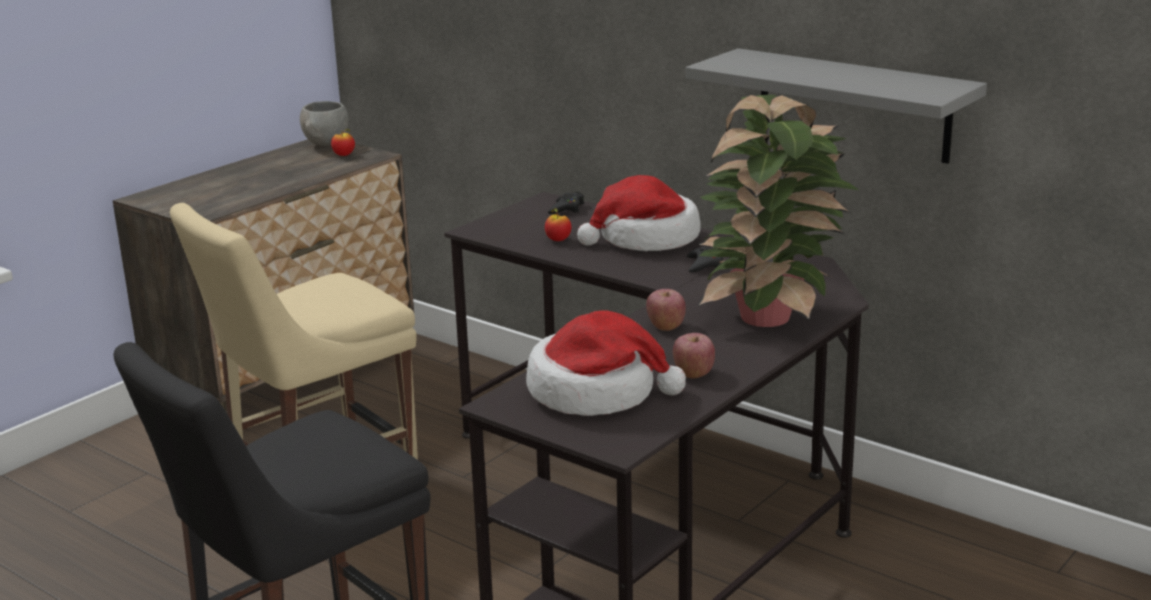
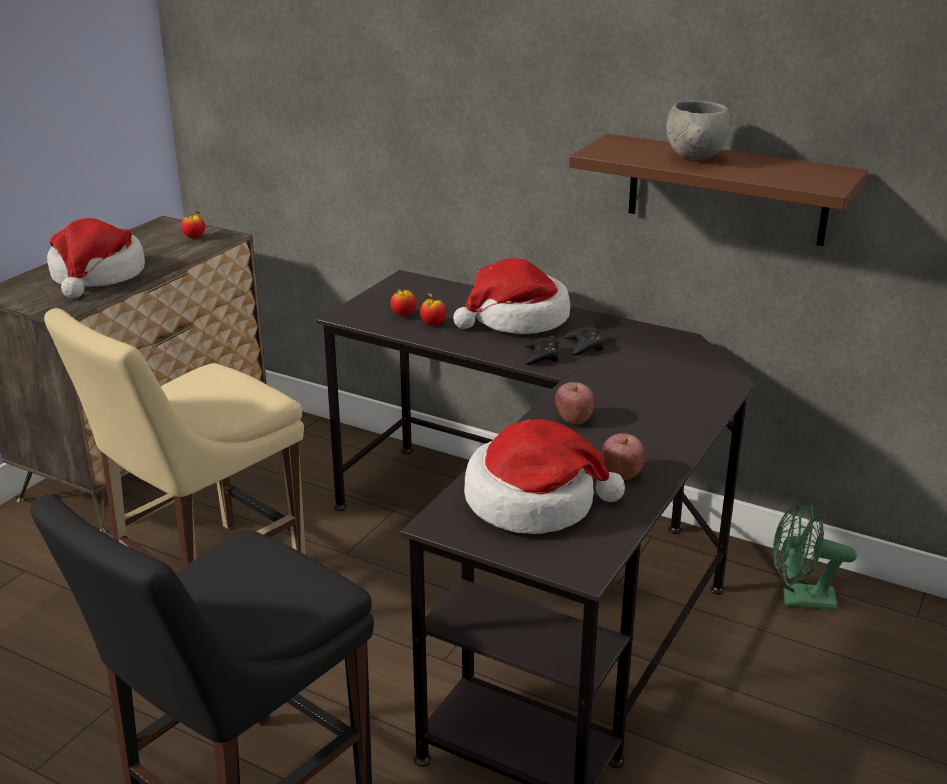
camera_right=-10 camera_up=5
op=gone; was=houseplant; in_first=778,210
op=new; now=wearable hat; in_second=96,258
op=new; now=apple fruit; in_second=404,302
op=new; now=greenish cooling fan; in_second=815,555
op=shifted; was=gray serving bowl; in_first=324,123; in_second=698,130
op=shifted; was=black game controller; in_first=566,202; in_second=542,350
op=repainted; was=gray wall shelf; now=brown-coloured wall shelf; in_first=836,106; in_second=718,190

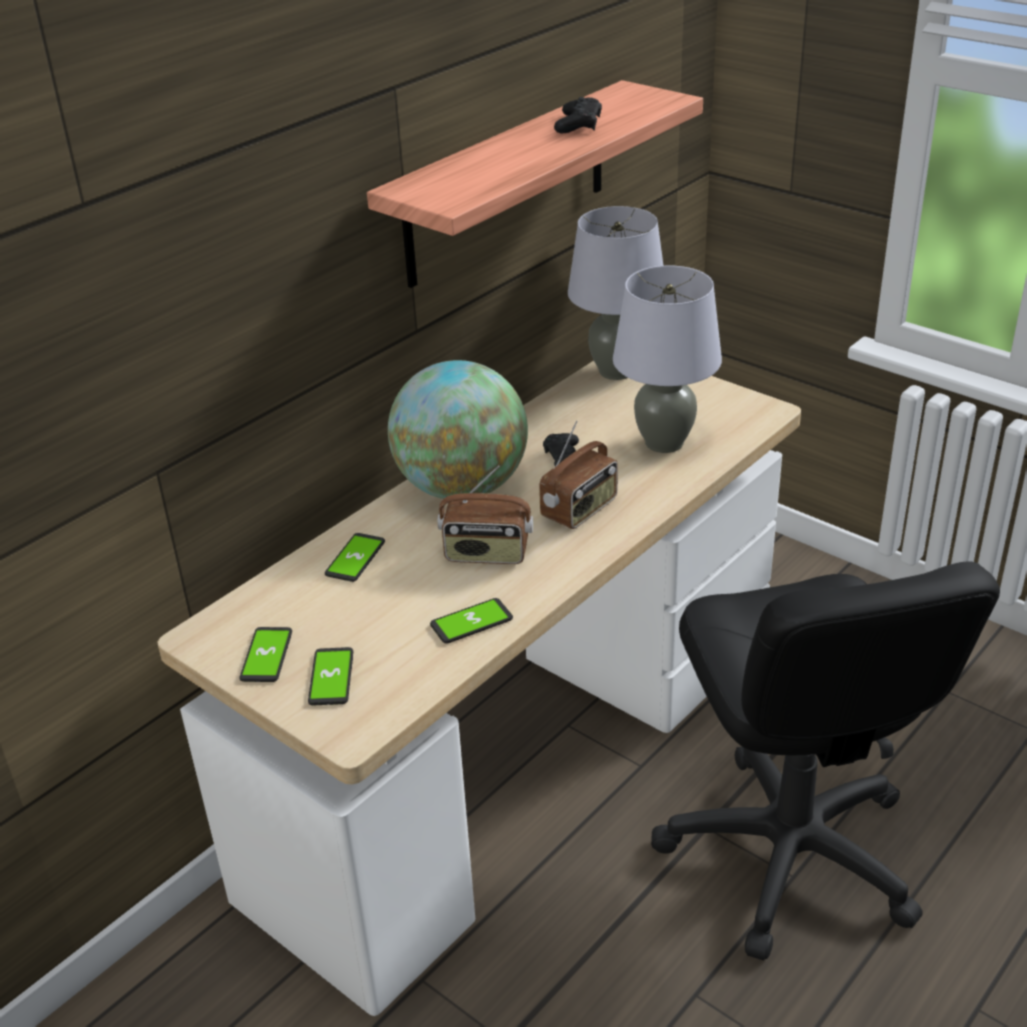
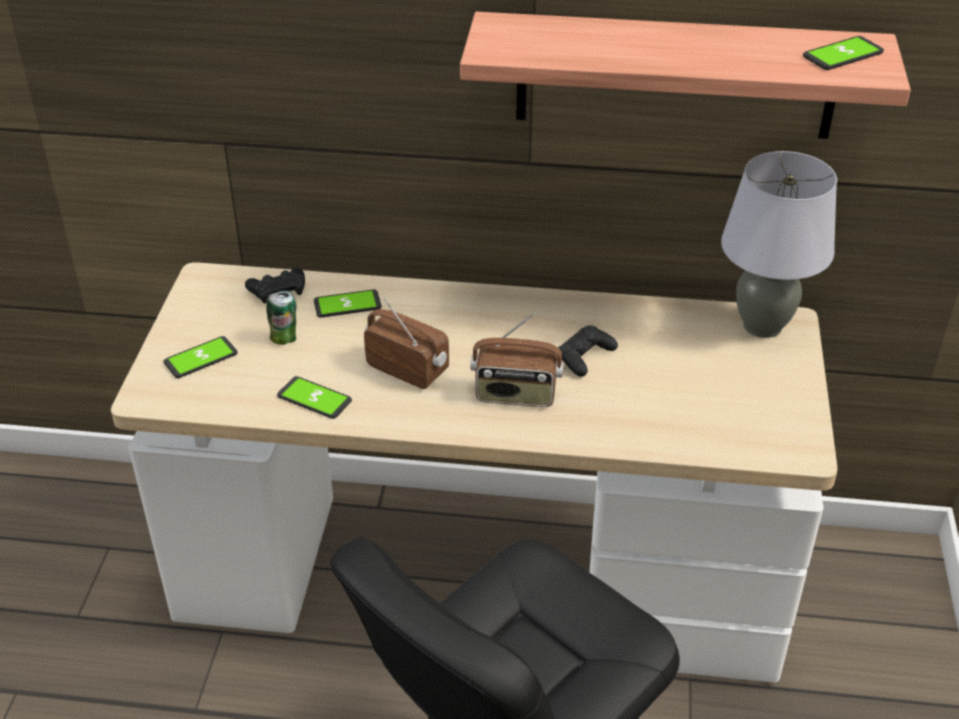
camera_right=55 camera_up=5
op=gone; was=desk globe; in_first=458,429
op=gone; was=gray table lamp; in_first=667,359
op=new; now=sealed can; in_second=281,317
op=shifted; was=phone; in_first=265,654; in_second=843,53
op=shifted; was=black game controller; in_first=578,115; in_second=275,286
op=rotated; was=radio set; in_first=485,514; in_second=406,344; clockwise=150

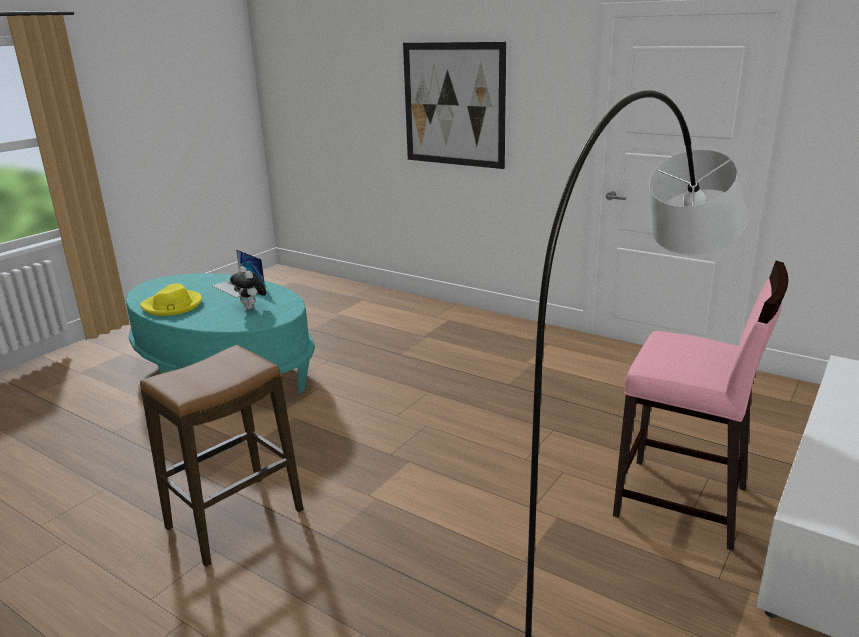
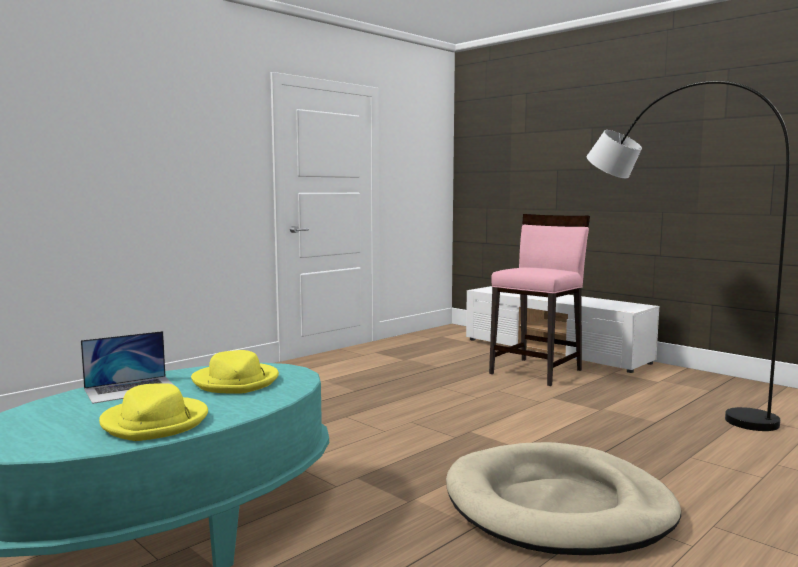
camera_right=-80 camera_up=-15
op=gone; was=wall art; in_first=454,105
op=swapped; was=stool seat; now=sand-coloured dog cushion; in_first=221,456; in_second=563,498
op=swapped; was=plush toy; now=yellow-coloured wearable hat; in_first=248,287; in_second=235,371

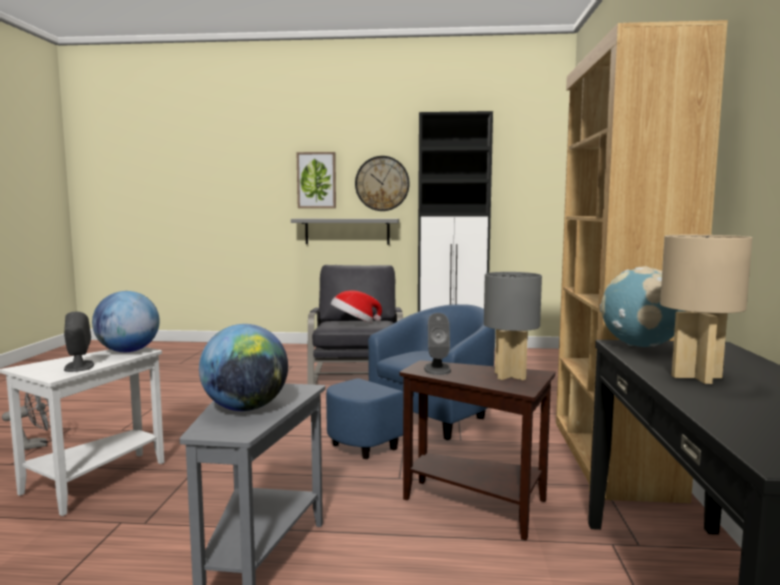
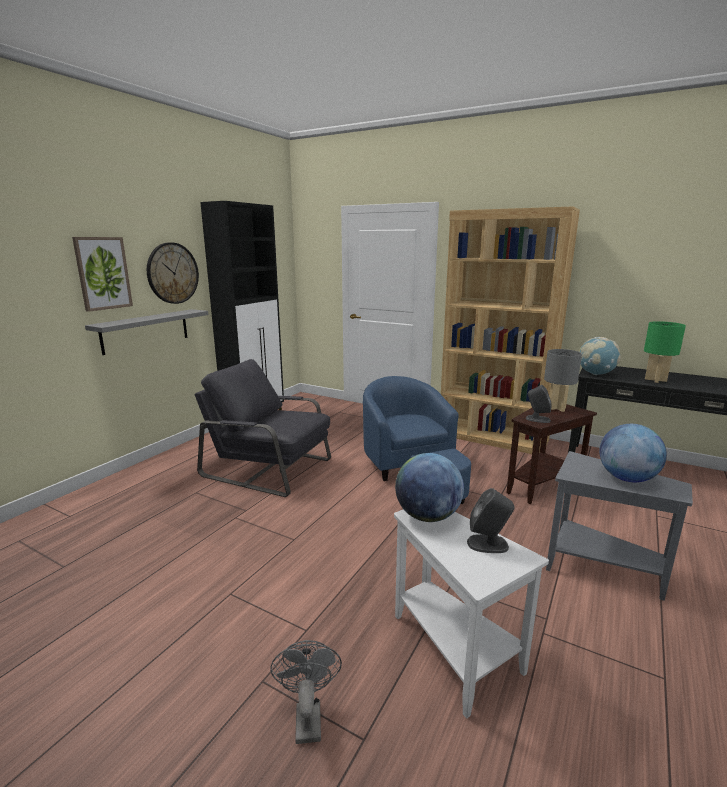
camera_right=-65 camera_up=10
op=gone; was=wearable hat; in_first=356,306
op=repainted; was=sand-coloured table lamp; now=greenish table lamp; in_first=706,309; in_second=665,352

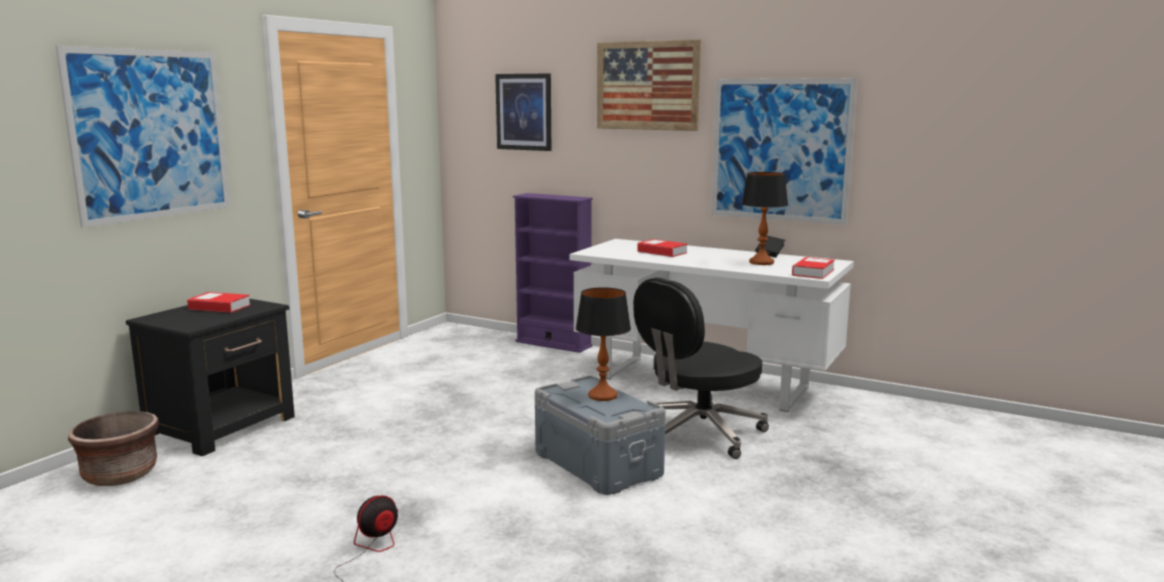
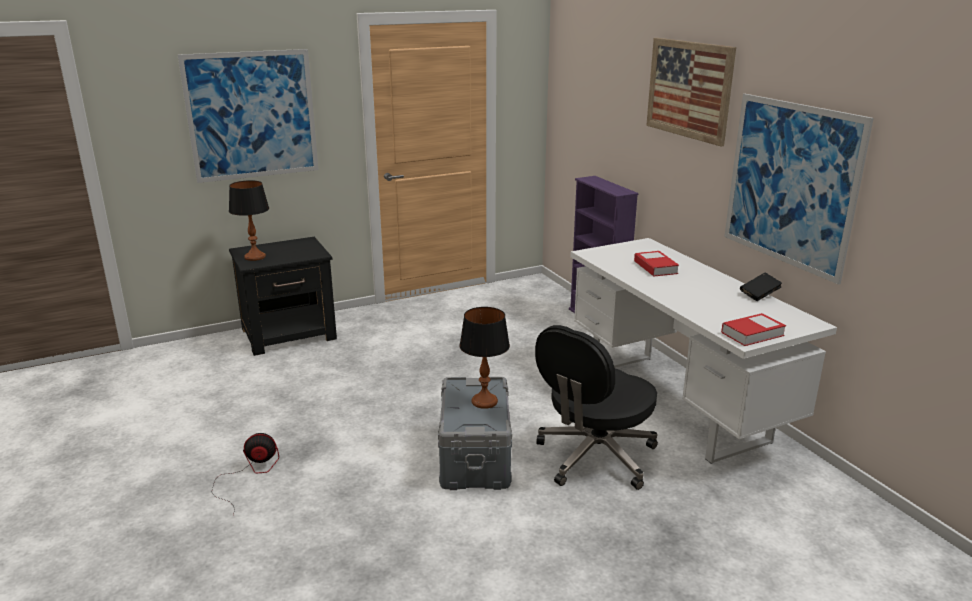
camera_right=35 camera_up=10
op=gone; was=brown-coloured plant pot; in_first=113,448
op=gone; was=volume; in_first=219,302
op=gone; was=wall art; in_first=523,112
op=shifted; was=table lamp; in_first=764,218; in_second=249,220
op=rotated; was=black computer chair; in_first=701,368; in_second=596,407; clockwise=-45

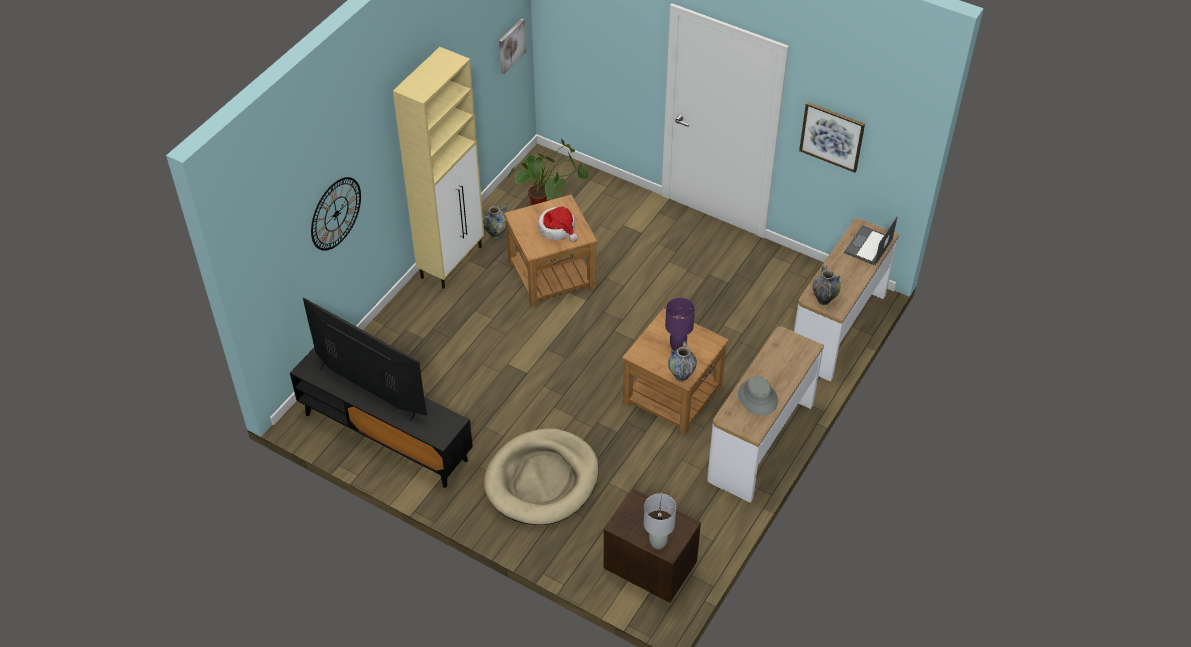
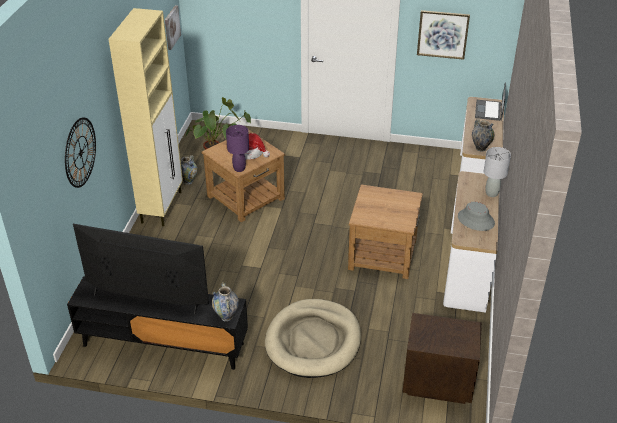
camera_right=-20 camera_up=-10
op=shifted; was=gray table lamp; in_first=660,521; in_second=497,172
op=shifted; was=purplish table lamp; in_first=680,324; in_second=237,148
op=shifted; was=flower vase; in_first=682,361; in_second=225,301

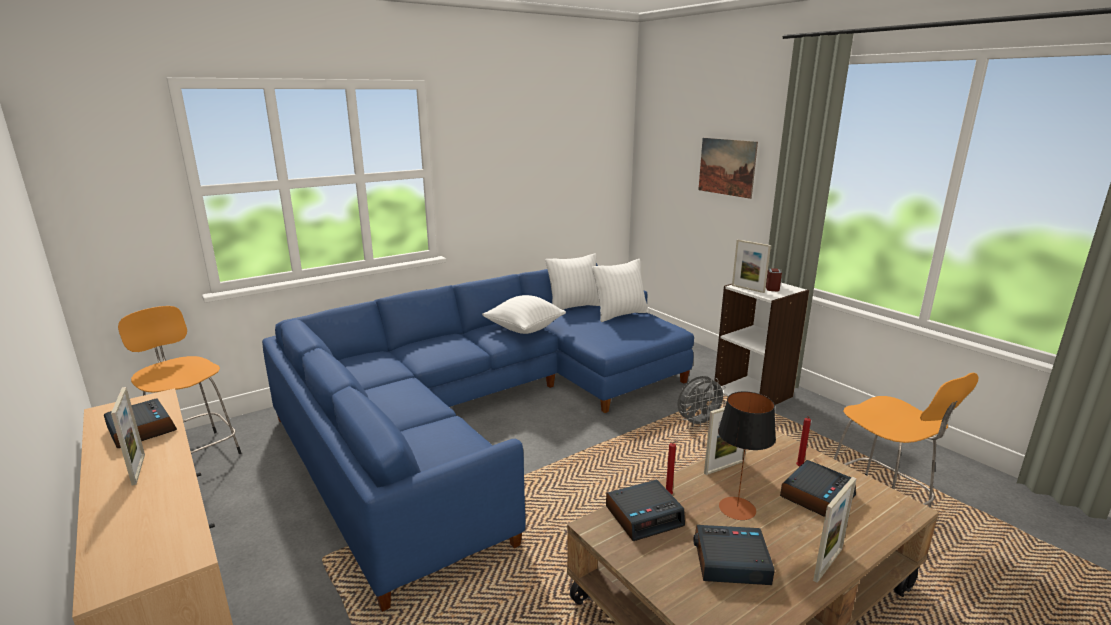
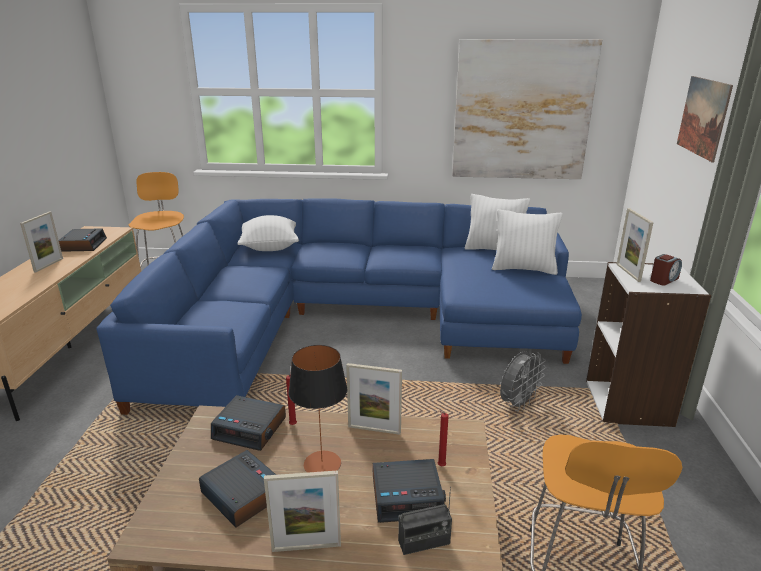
camera_right=40 camera_up=5
op=new; now=radio set; in_second=425,521
op=new; now=wall art; in_second=527,109
op=shifted; was=white-coloured pillow; in_first=524,314; in_second=268,233
op=rotated; was=gray cooling fan; in_first=702,401; in_second=523,381; clockwise=-60

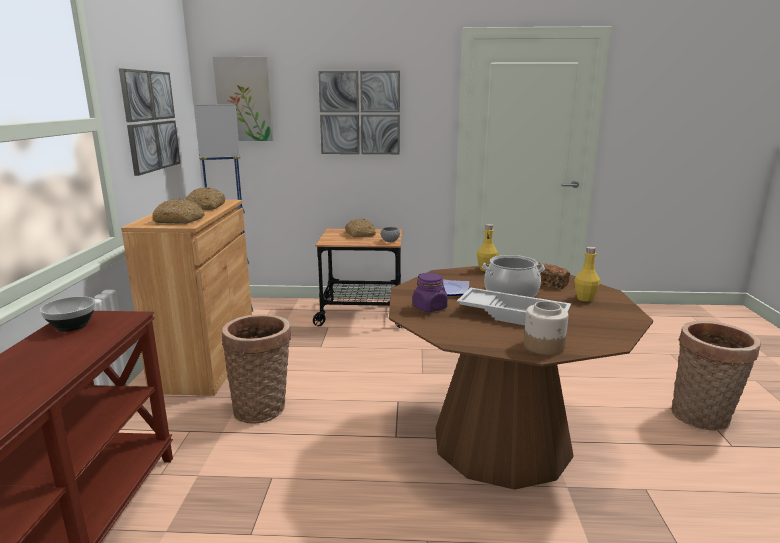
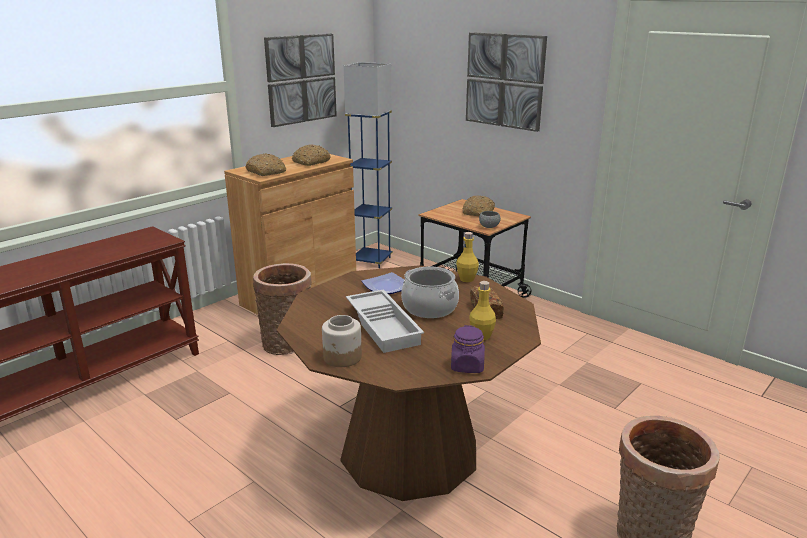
camera_right=40 camera_up=5
op=gone; was=serving bowl; in_first=67,314
op=gone; was=wall art; in_first=243,99
op=shifted; was=purplish preserve jar; in_first=430,292; in_second=468,349

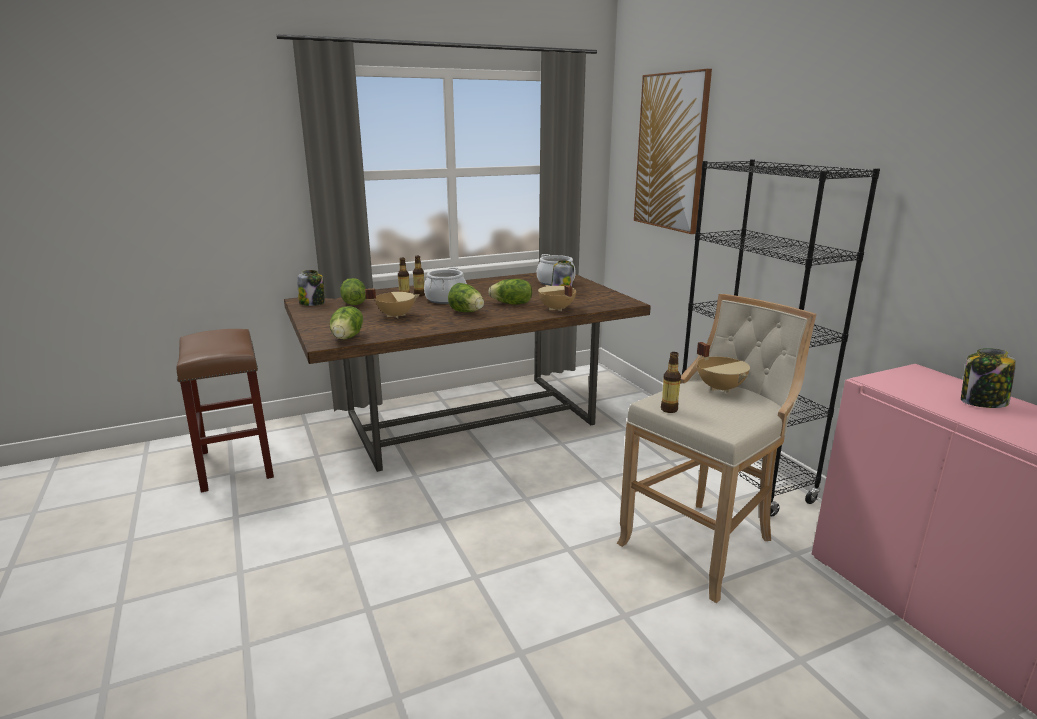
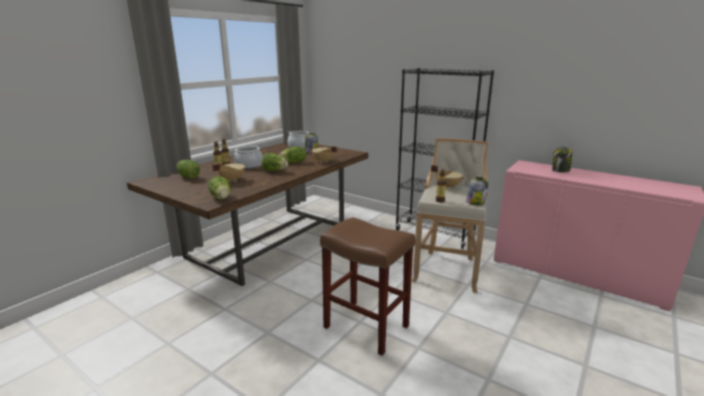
camera_right=-30 camera_up=0
op=gone; was=wall art; in_first=673,151
op=shifted; was=brown-coloured stool seat; in_first=225,410; in_second=367,286
op=shifted; was=preserve jar; in_first=311,288; in_second=477,191

